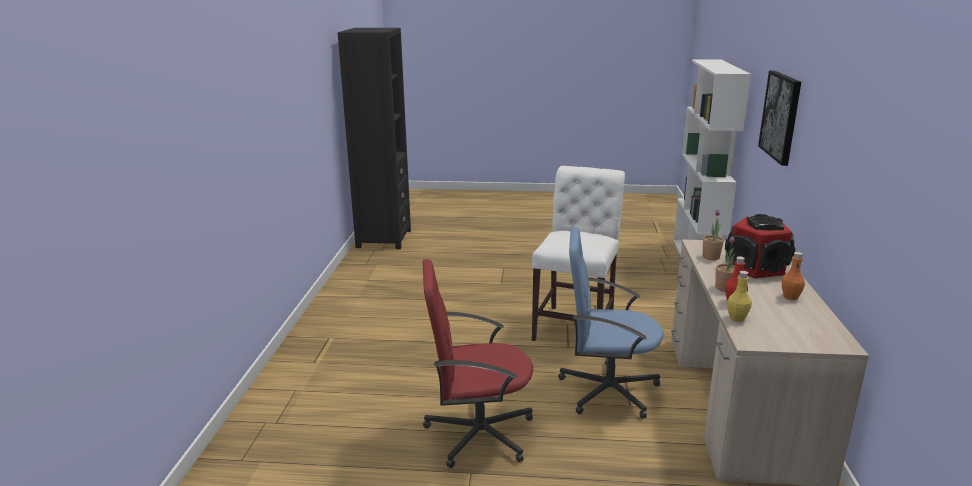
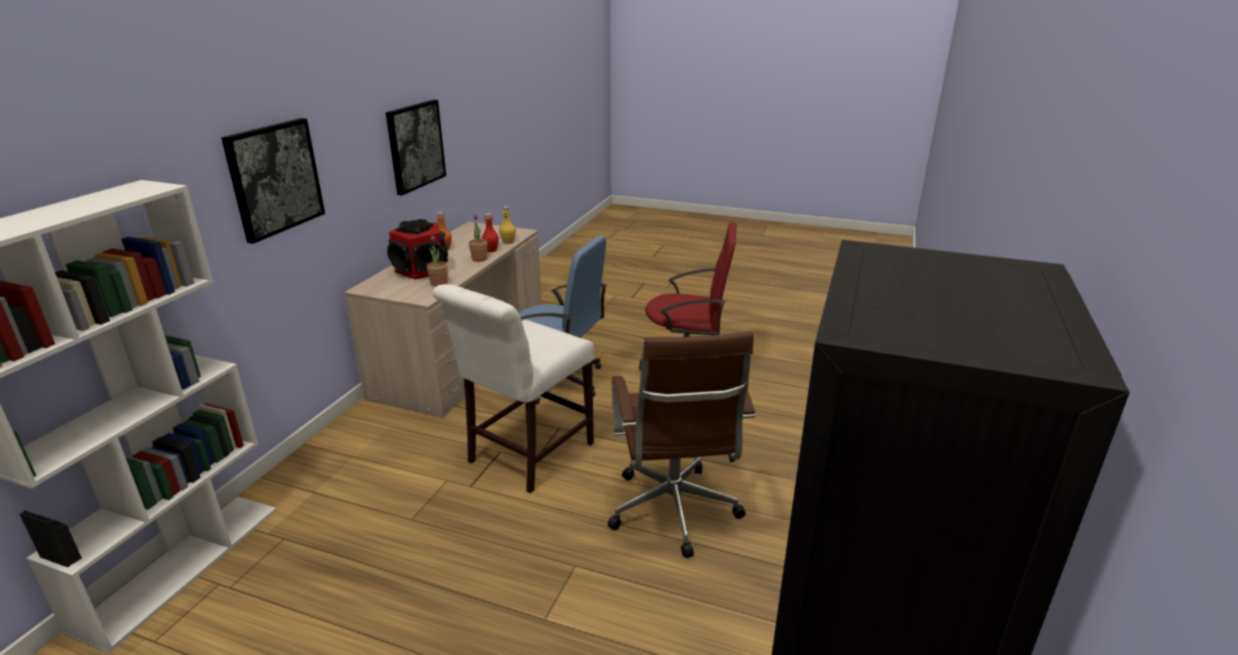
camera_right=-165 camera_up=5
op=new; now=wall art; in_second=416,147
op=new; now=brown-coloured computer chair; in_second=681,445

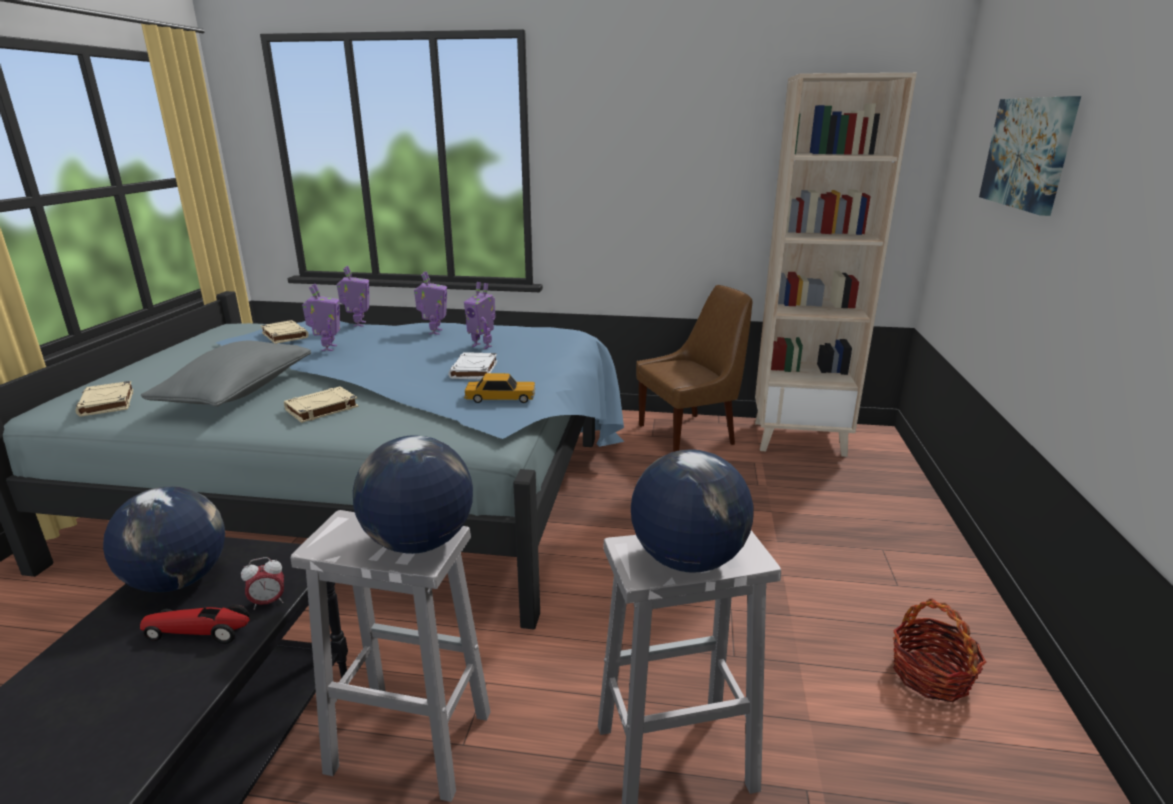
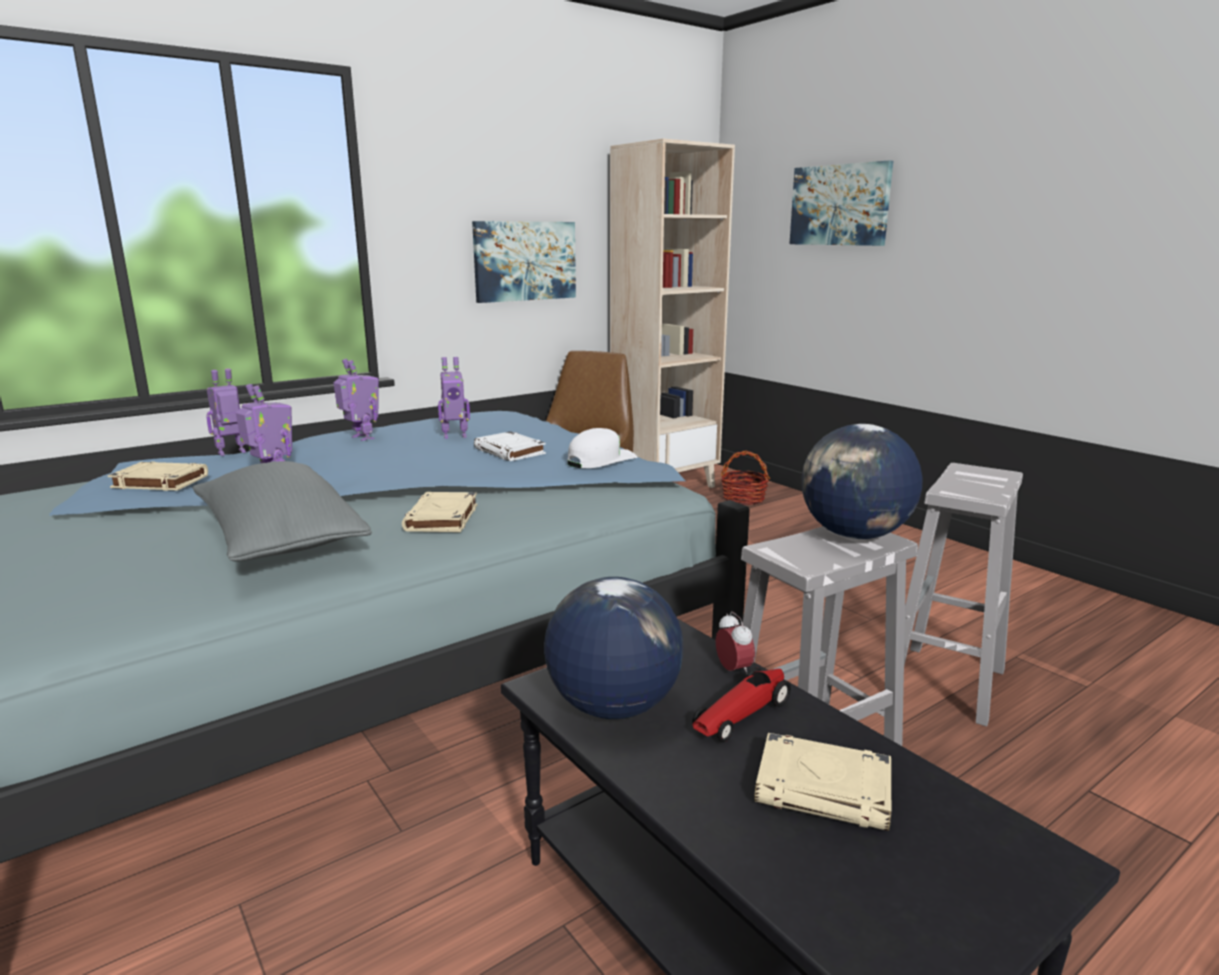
camera_right=-45 camera_up=-5
op=gone; was=desk globe; in_first=692,511
op=new; now=wall art; in_second=524,262
op=shifted; was=sand-coloured volume; in_first=104,399; in_second=822,782
op=shifted; was=basket; in_first=939,650; in_second=745,477
op=swapped; was=toy car; now=white-coloured baseball cap; in_first=499,388; in_second=602,448
op=rotated; was=bedside clock; in_first=262,583; in_second=735,642; clockwise=-45
op=rotated; was=toy robot; in_first=353,296; in_second=226,412; clockwise=-75

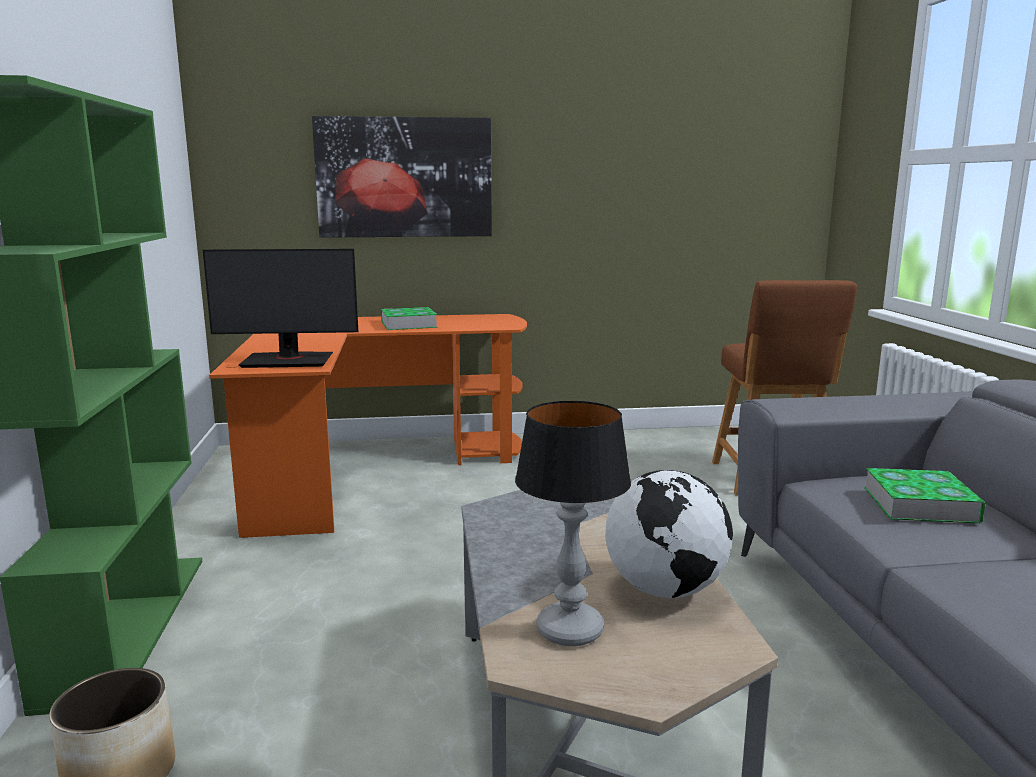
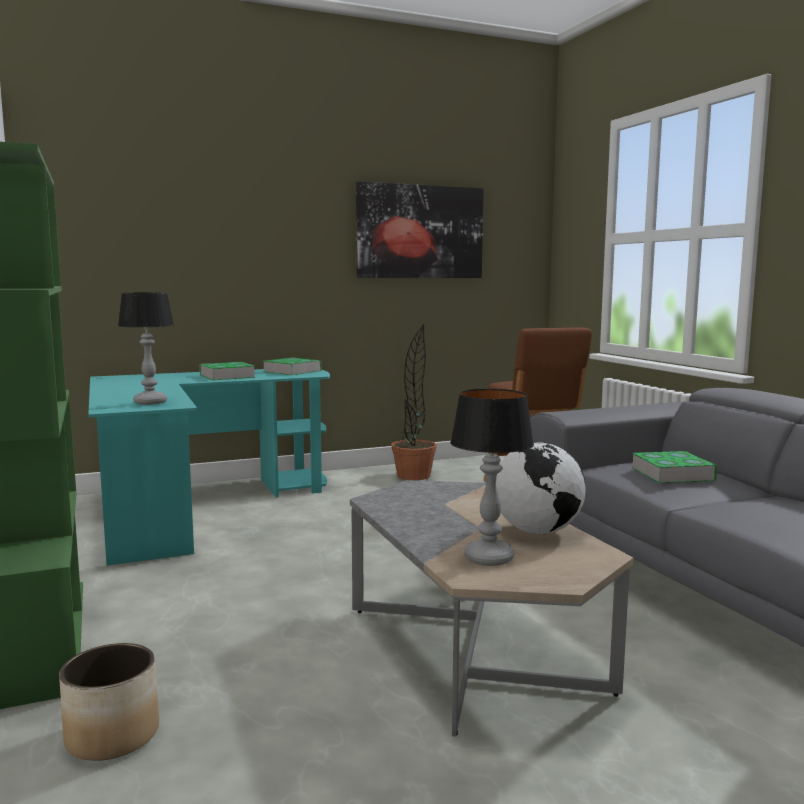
camera_right=-15 camera_up=-5
op=new; now=volume; in_second=292,366
op=new; now=houseplant; in_second=414,402
op=shifted; was=wall art; in_first=402,177; in_second=420,229
op=swapped; was=monitor; now=table lamp; in_first=280,308; in_second=146,349
op=repainted; was=orange-coloured desk unit; now=turquoise desk unit; in_first=368,426; in_second=209,467

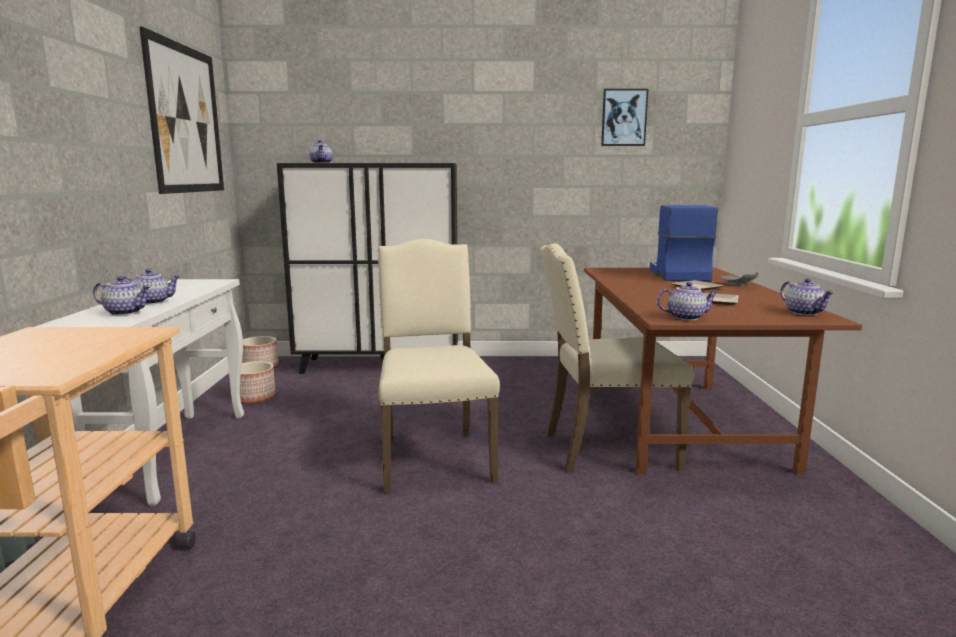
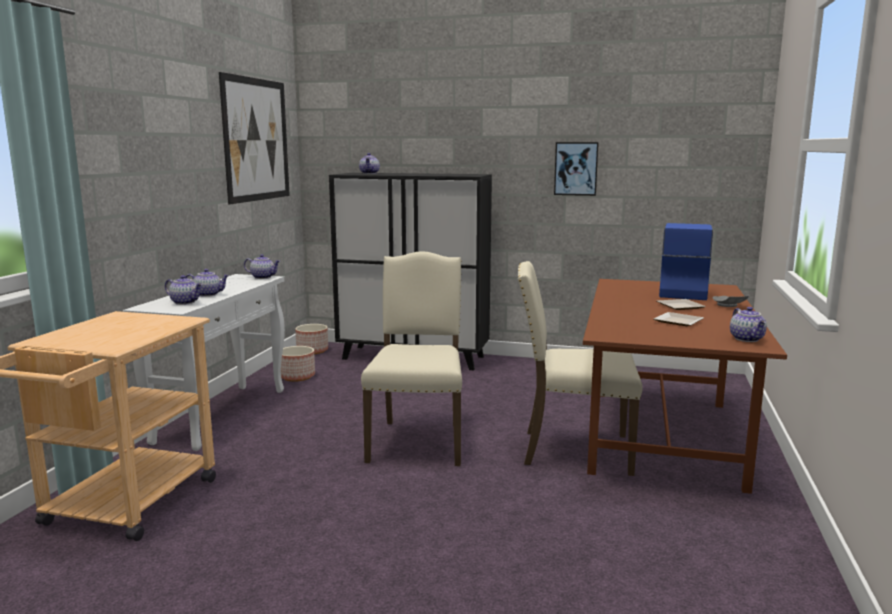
camera_right=15 camera_up=0
op=shifted; was=wall art; in_first=624,117; in_second=576,169
op=shifted; was=pot for tea; in_first=688,301; in_second=262,266

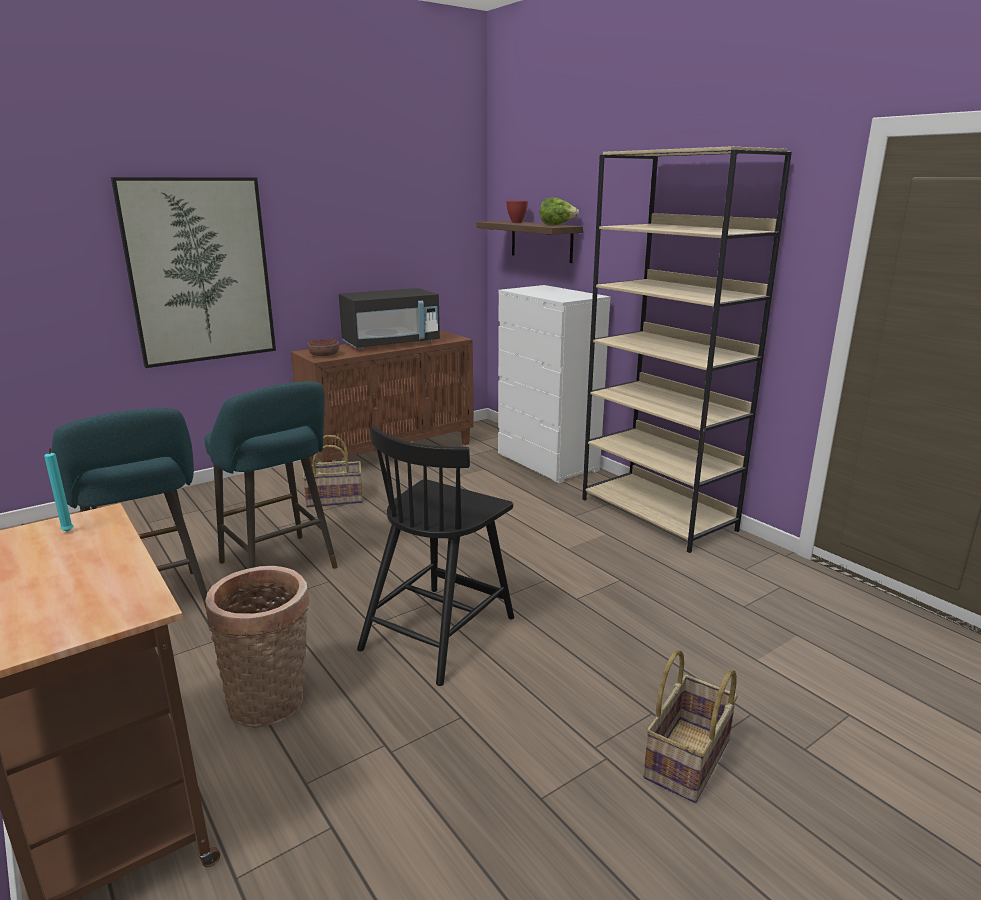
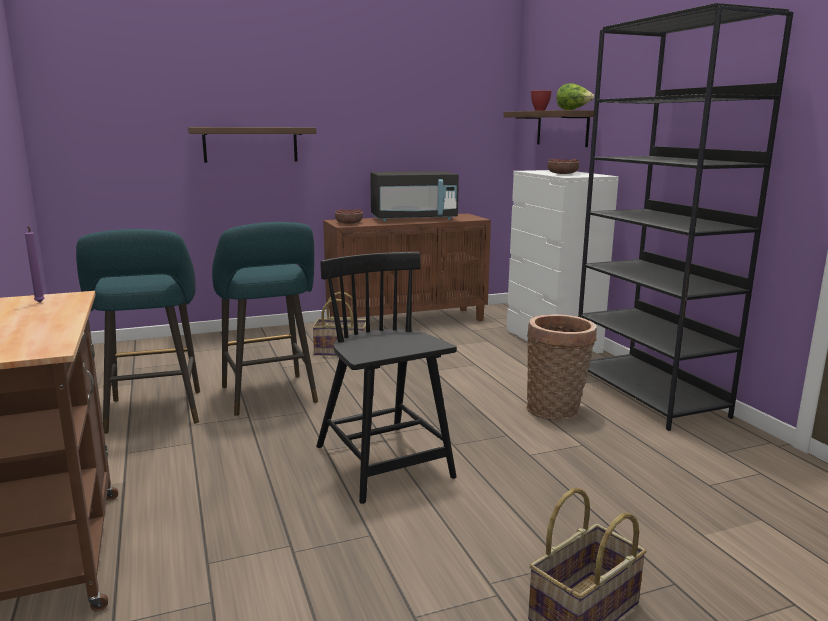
camera_right=15 camera_up=-5
op=new; now=serving bowl; in_second=563,166
op=shifted; was=basket; in_first=257,647; in_second=561,367
op=swapped; was=wall art; now=wall shelf; in_first=193,272; in_second=252,145
op=repainted; was=turquoise wax light; now=purplish wax light; in_first=58,490; in_second=35,264
op=repainted; was=sand-coloured shelving unit; now=black shelving unit; in_first=687,349; in_second=685,217
op=rotated; was=black chair; in_first=435,556; in_second=386,378; clockwise=105

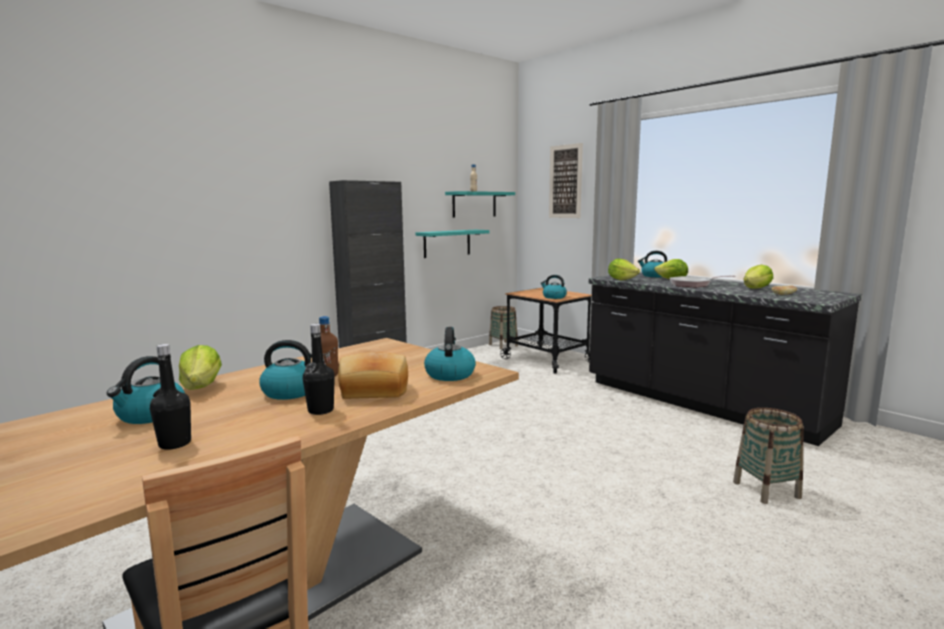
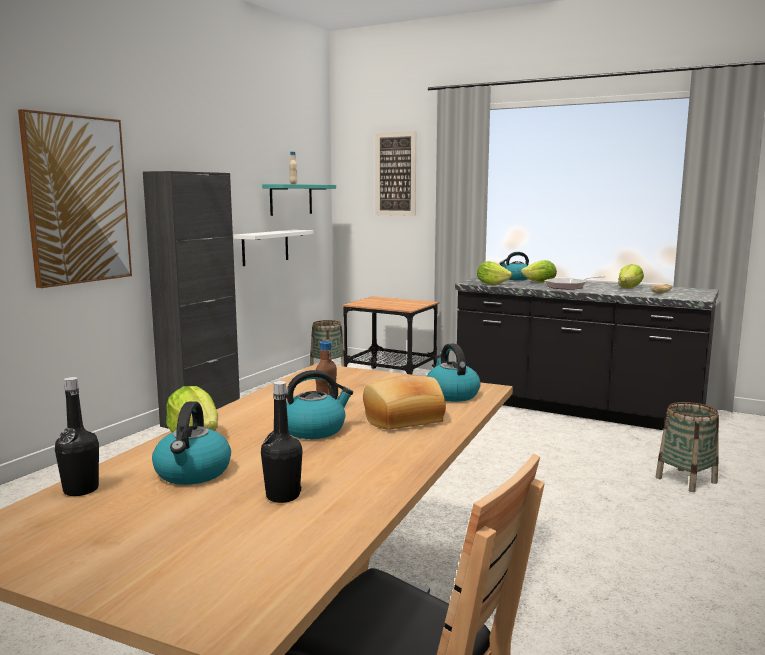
camera_right=-20 camera_up=0
op=gone; was=kettle; in_first=553,287
op=new; now=wall art; in_second=75,198
op=shifted; was=black drink bottle; in_first=319,369; in_second=77,436
op=repainted; was=turquoise wall shelf; now=white-coloured wall shelf; in_first=453,244; in_second=273,248

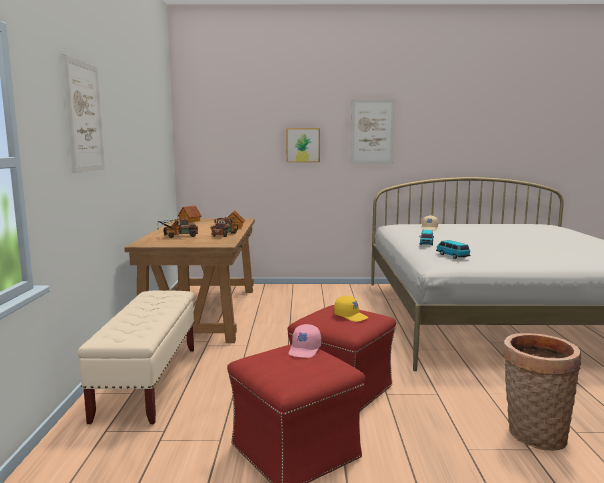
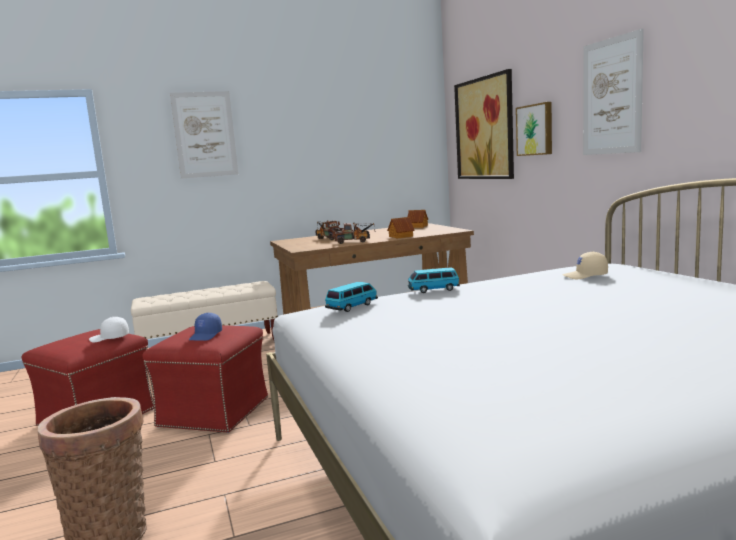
camera_right=70 camera_up=0
op=new; now=wall art; in_second=484,124
op=repainted; was=pink-coloured baseball cap; now=white-coloured baseball cap; in_first=304,341; in_second=109,329
op=repainted; was=yellow-coloured baseball cap; now=blue-coloured baseball cap; in_first=351,309; in_second=205,327

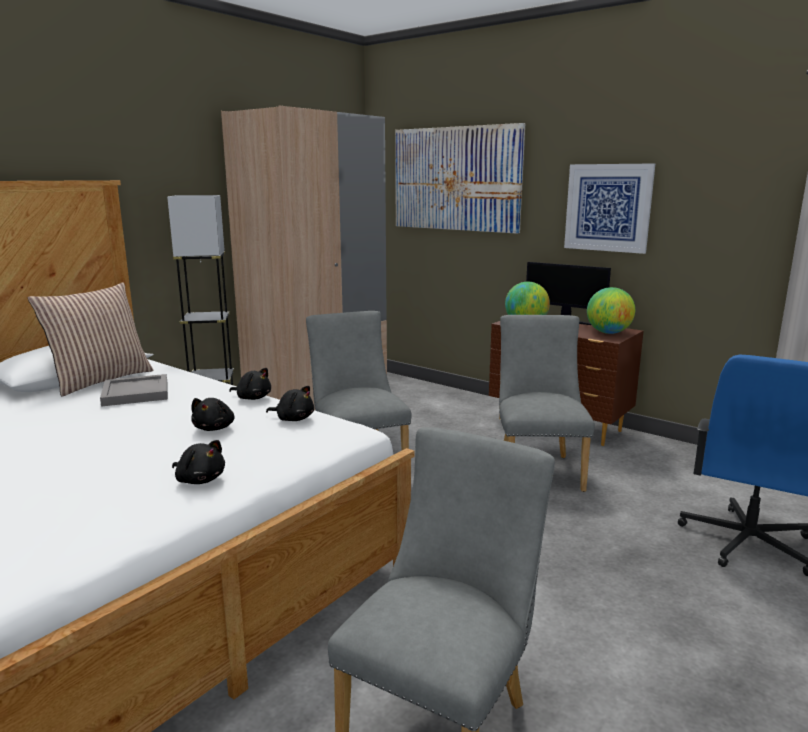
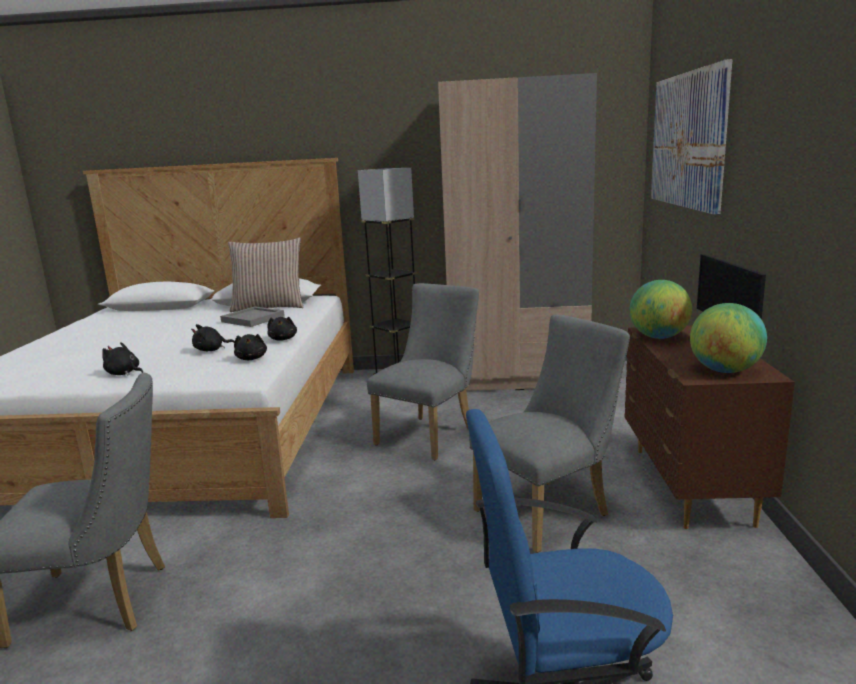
camera_right=55 camera_up=0
op=gone; was=wall art; in_first=609,208
op=rotated; was=black plush toy; in_first=198,462; in_second=122,359; clockwise=120

